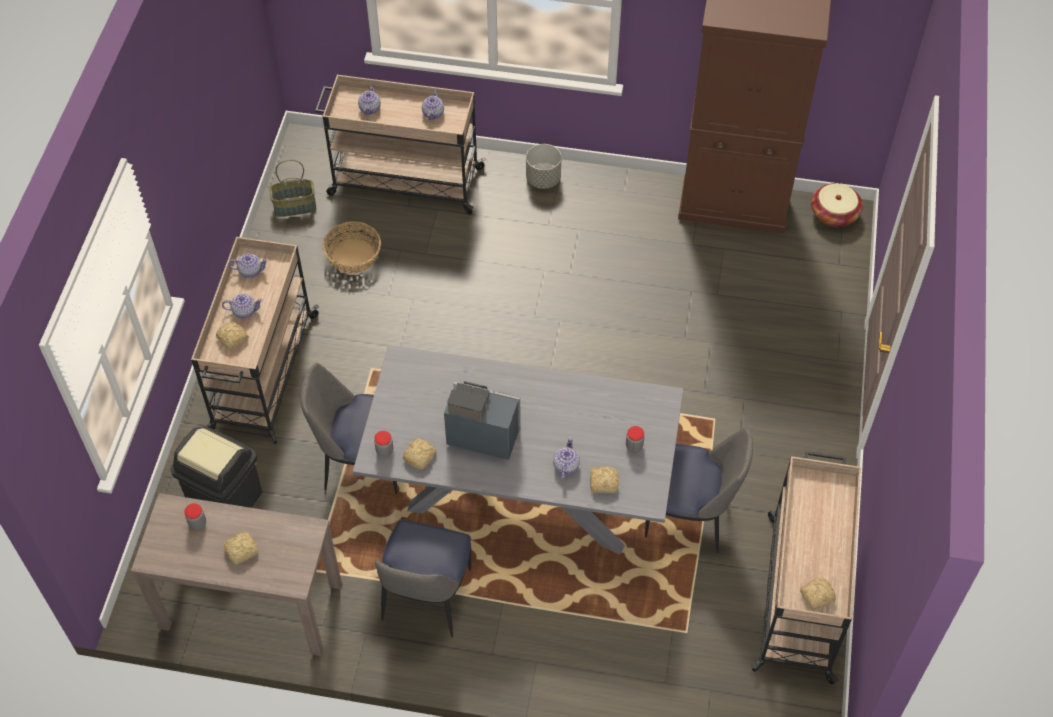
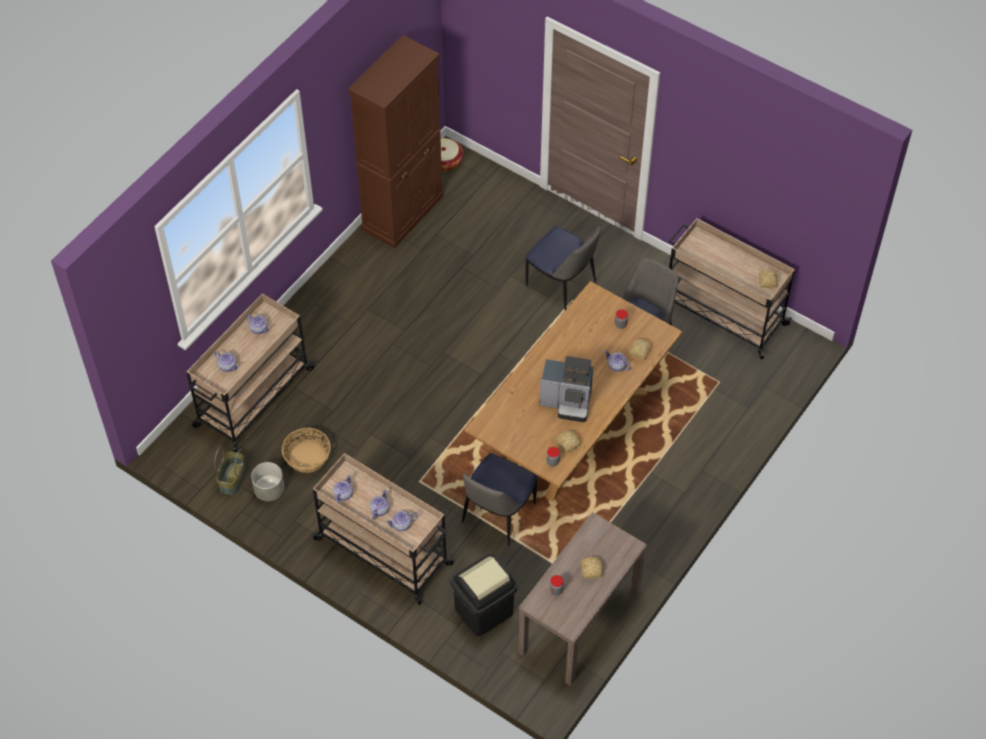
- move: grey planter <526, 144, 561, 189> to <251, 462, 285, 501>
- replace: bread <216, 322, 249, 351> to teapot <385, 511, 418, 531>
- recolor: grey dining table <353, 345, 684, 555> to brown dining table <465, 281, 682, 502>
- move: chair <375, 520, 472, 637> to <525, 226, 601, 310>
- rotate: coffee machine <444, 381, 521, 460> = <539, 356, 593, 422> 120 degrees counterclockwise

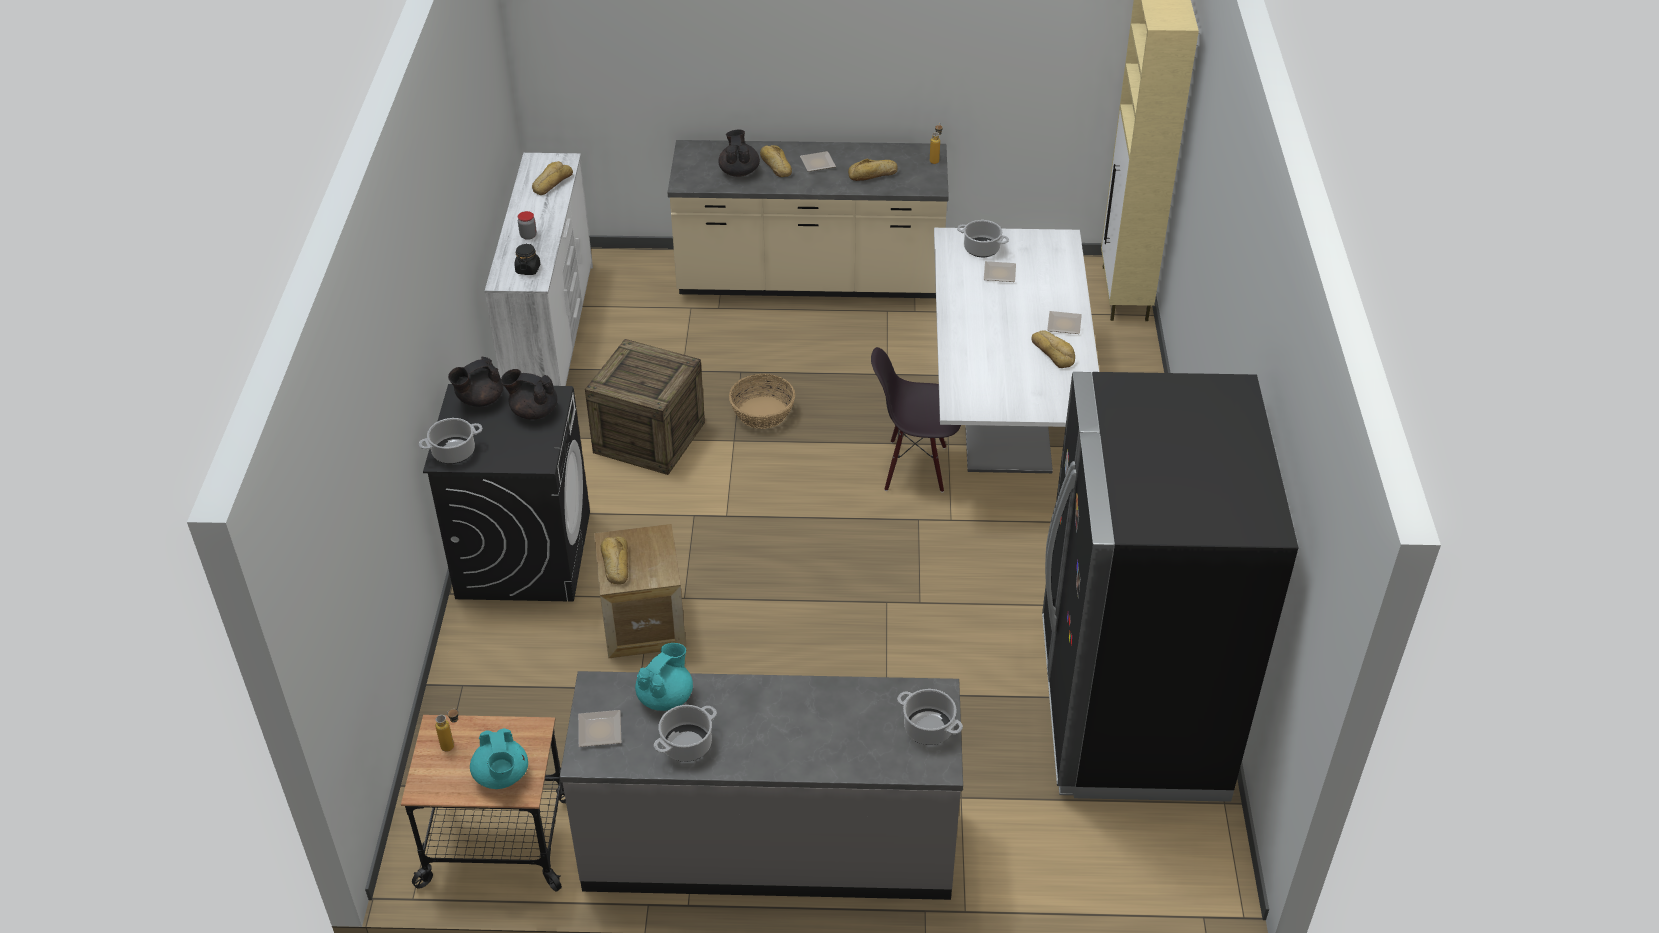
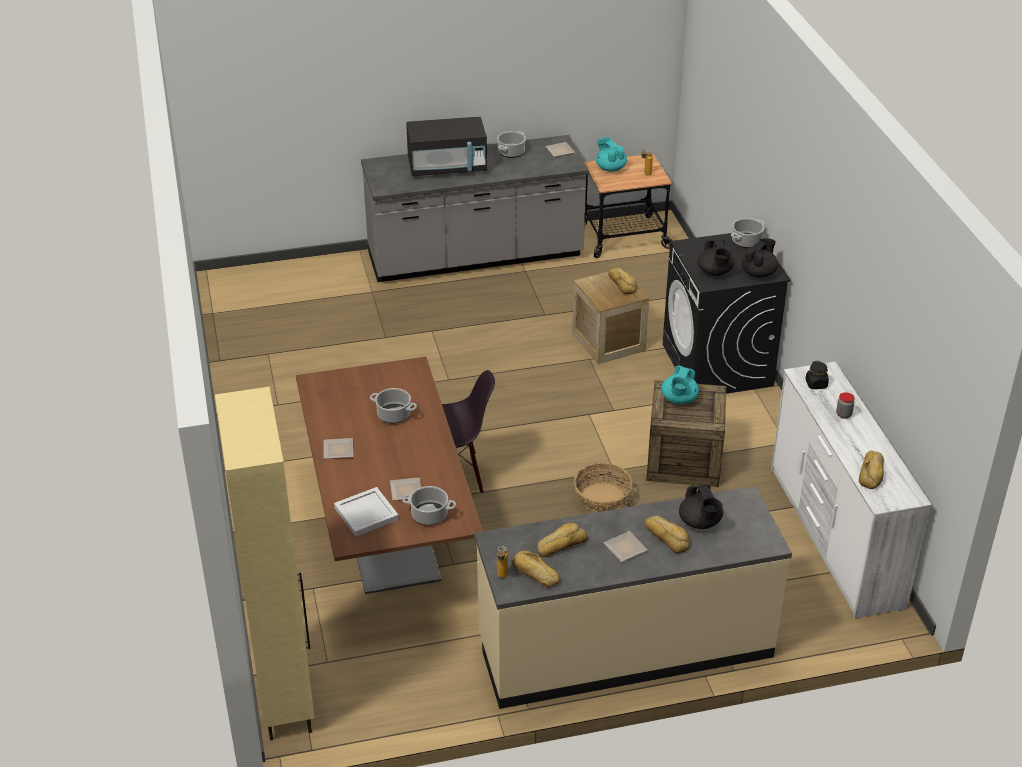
- recolor: white dining table <934, 228, 1099, 473> to brown dining table <296, 357, 483, 594>
- insert: white tray <334, 487, 399, 537>
- move: cooking pot <897, 689, 963, 745> to <370, 388, 417, 423>
- insert: black microwave <406, 117, 487, 176>
- move: bread <1031, 330, 1075, 368> to <511, 550, 560, 587>
- move: turquoise teapot <635, 643, 693, 711> to <661, 366, 699, 404>
- rotate: black teapot <501, 369, 557, 420> = <698, 240, 734, 276> 75 degrees clockwise
- delete: black fridge <1042, 372, 1298, 802>

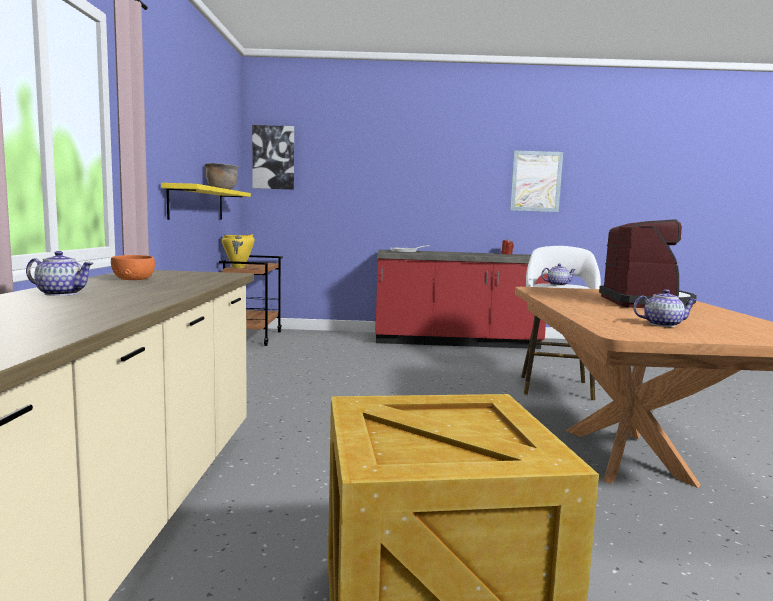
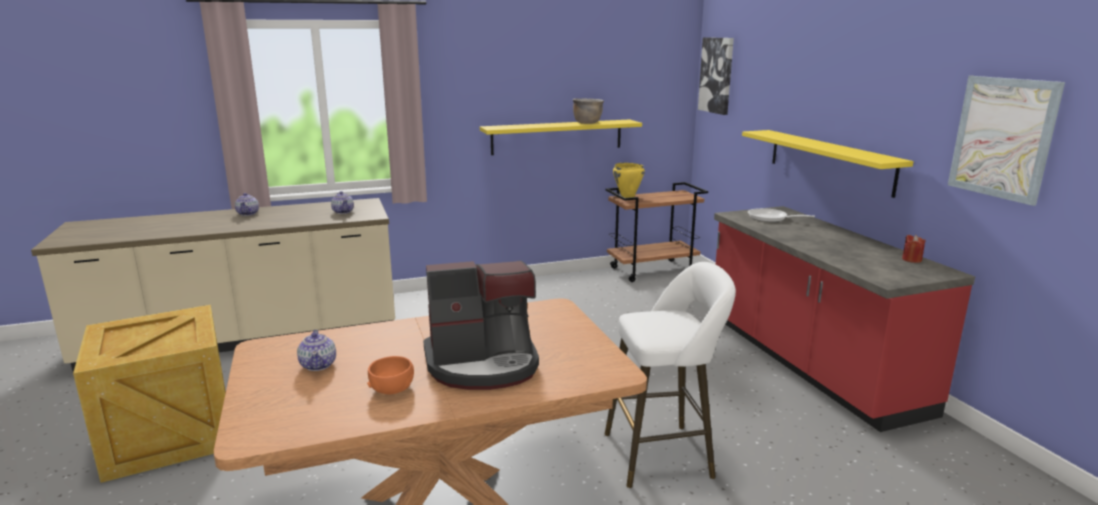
- move: teapot <541, 264, 576, 286> to <331, 191, 354, 214>
- move: orange bowl <111, 255, 155, 280> to <367, 356, 414, 394>
- insert: yellow shelf <742, 130, 914, 198>

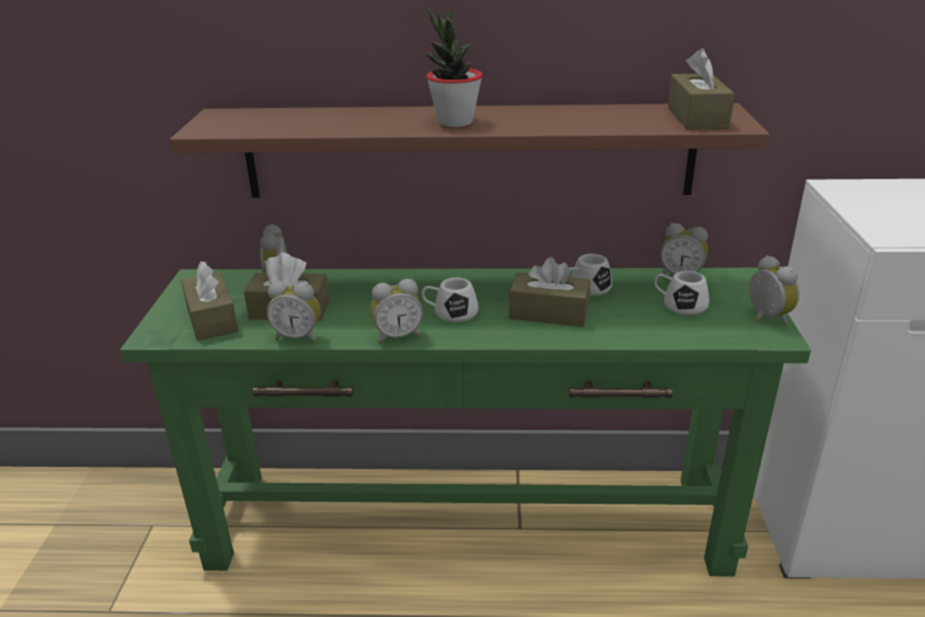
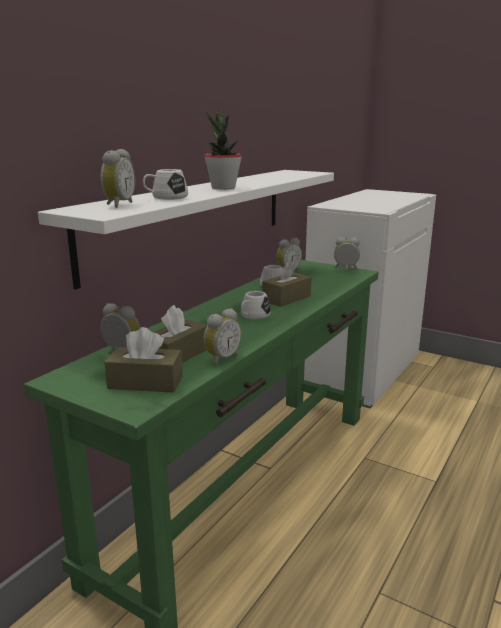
- recolor: brown shelf <170, 103, 769, 198> to white shelf <38, 170, 334, 290>
- move: alarm clock <370, 279, 423, 344> to <100, 149, 135, 208>
- move: white mug <654, 270, 709, 315> to <143, 169, 188, 200>
- delete: brown tissue box <668, 48, 735, 130>

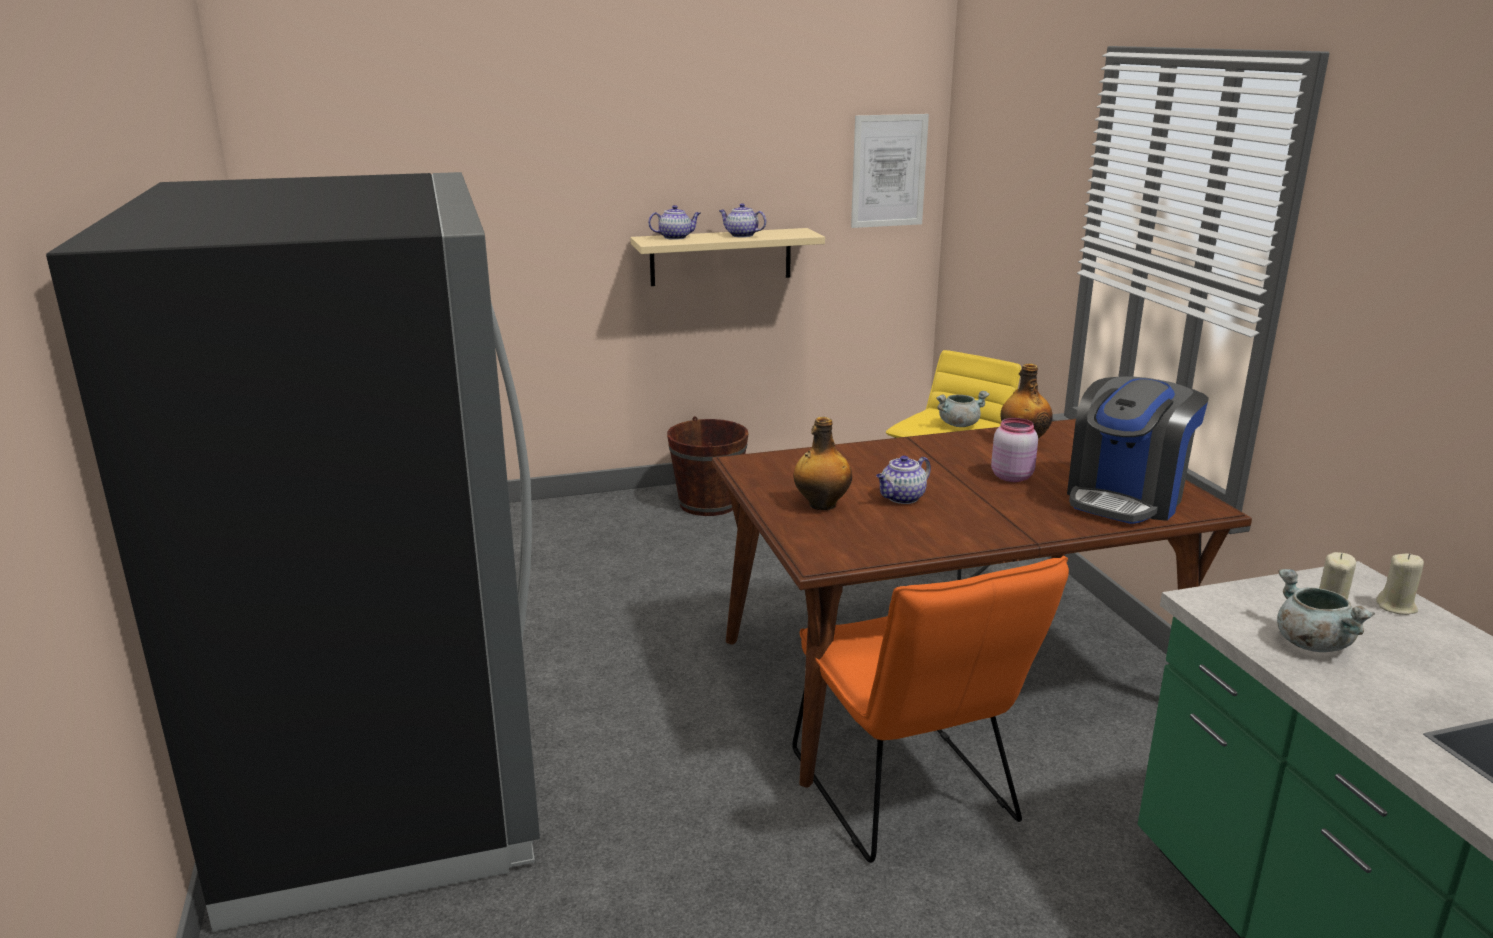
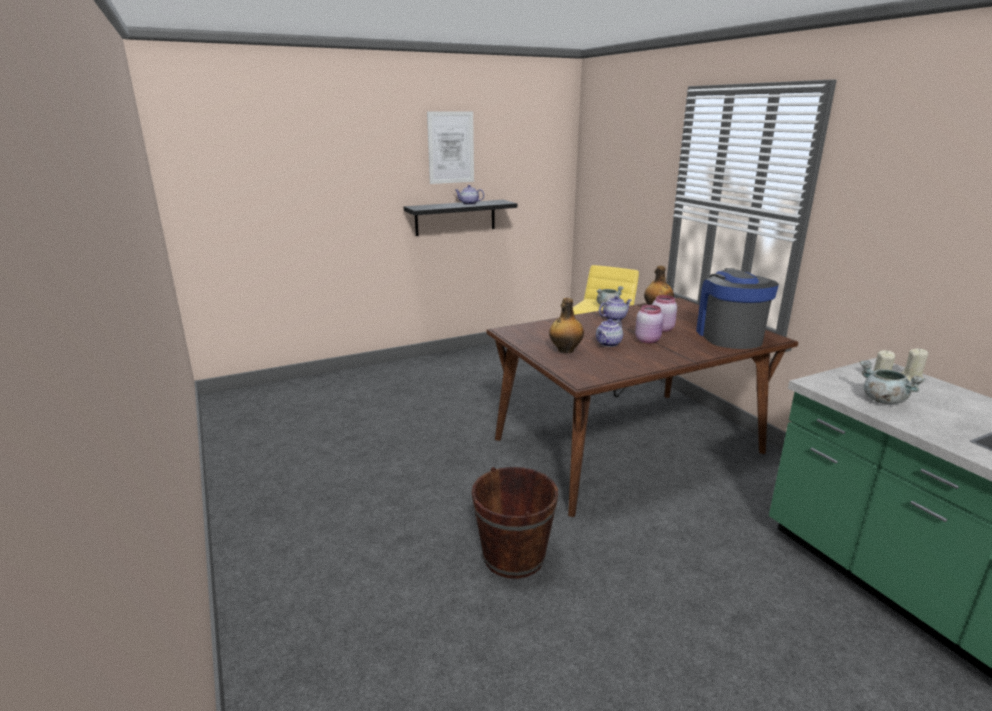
- recolor: beige shelf <630, 228, 825, 286> to black shelf <404, 200, 517, 236>
- move: picture <851, 114, 929, 228> to <427, 111, 474, 184>
- move: brown bucket <667, 416, 749, 516> to <471, 467, 558, 579>
- move: teapot <648, 205, 701, 240> to <599, 296, 632, 321>
- insert: pink jar <635, 305, 664, 343>
- rotate: coffee machine <1067, 376, 1209, 524> = <696, 268, 779, 349> 150 degrees clockwise
- delete: black fridge <46, 172, 540, 932>
- delete: orange chair <792, 556, 1069, 863>

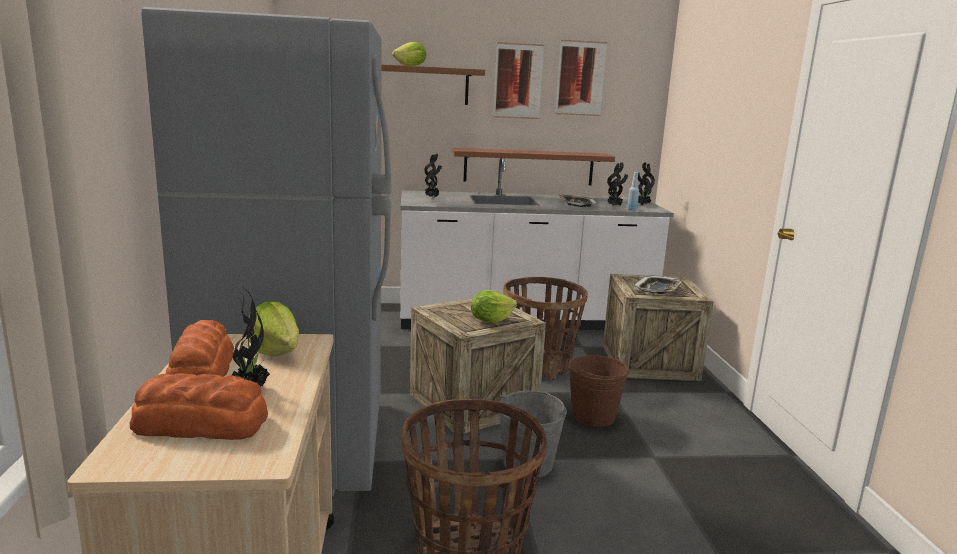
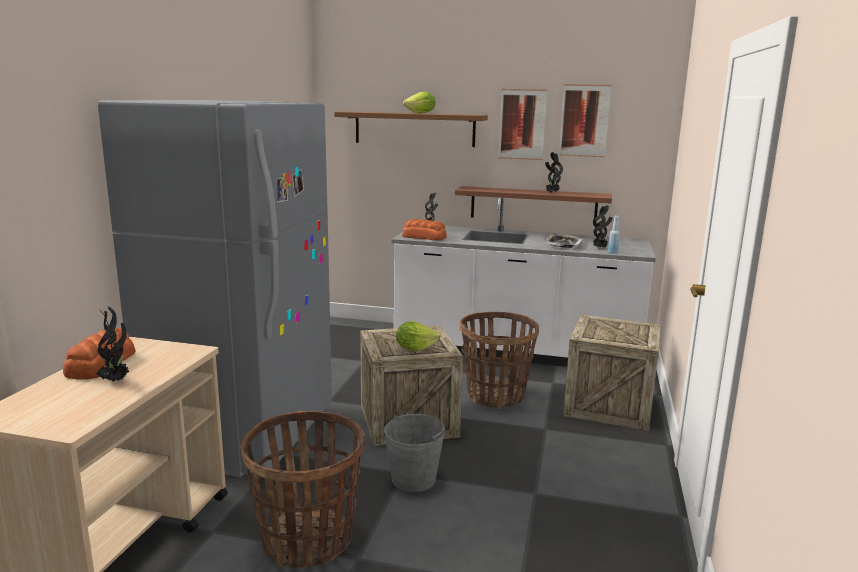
- move: bread <130, 373, 268, 440> to <402, 219, 447, 241>
- move: potted plant <638, 162, 655, 205> to <545, 152, 563, 193>
- delete: lettuce <249, 302, 299, 356>
- delete: brown bucket <569, 355, 629, 427>
- delete: tray <633, 275, 683, 294>

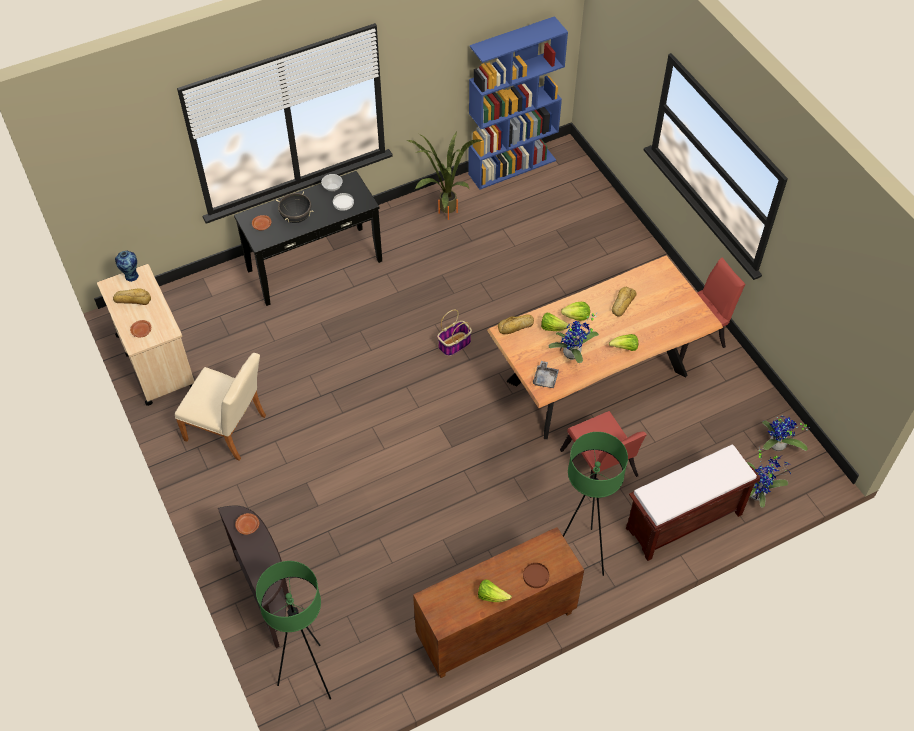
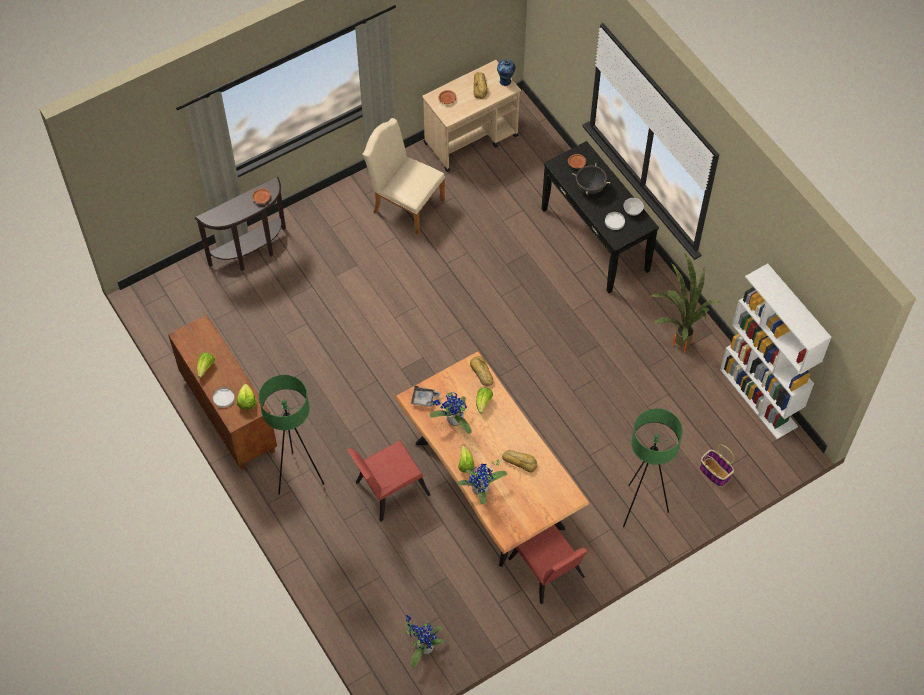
- recolor: brown plate <523, 563, 549, 588> to white plate <213, 387, 235, 408>
- move: lettuce <561, 302, 590, 321> to <237, 384, 256, 410>
- rotate: beige chair <175, 353, 266, 461> = <362, 118, 445, 235> 105 degrees clockwise
- move: potted plant <747, 450, 791, 508> to <457, 459, 507, 504>
- move: green floor lamp <256, 561, 331, 700> to <623, 408, 683, 527>
- move: basket <437, 310, 472, 356> to <700, 444, 735, 487>
- recolor: blue bookcase <468, 16, 568, 190> to white bookcase <720, 264, 832, 439>
- delete: brown bench <626, 444, 760, 561>

